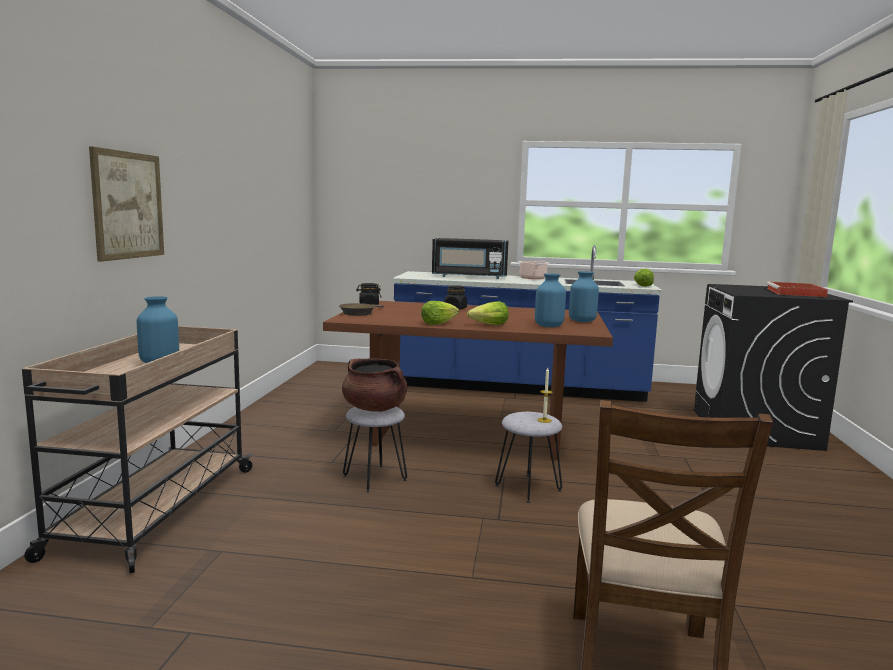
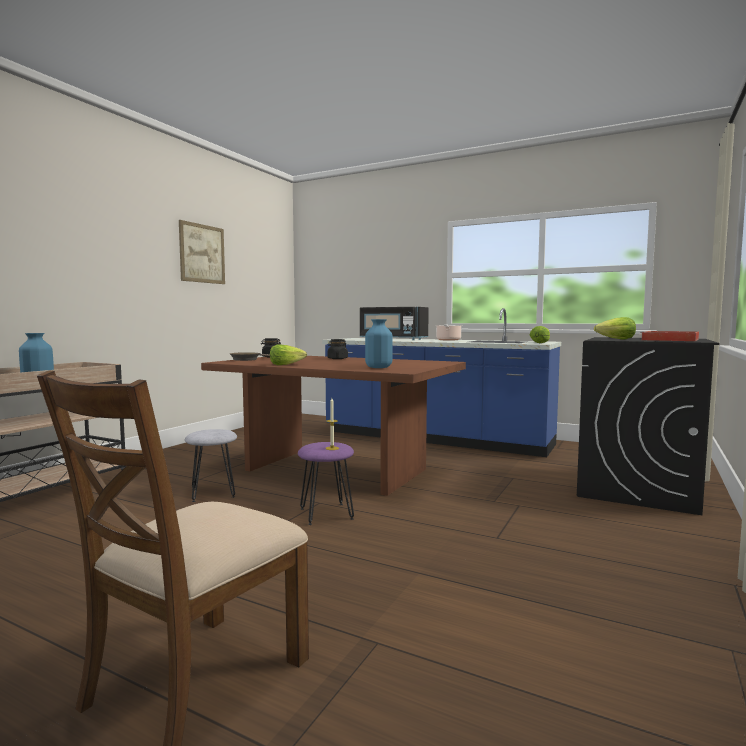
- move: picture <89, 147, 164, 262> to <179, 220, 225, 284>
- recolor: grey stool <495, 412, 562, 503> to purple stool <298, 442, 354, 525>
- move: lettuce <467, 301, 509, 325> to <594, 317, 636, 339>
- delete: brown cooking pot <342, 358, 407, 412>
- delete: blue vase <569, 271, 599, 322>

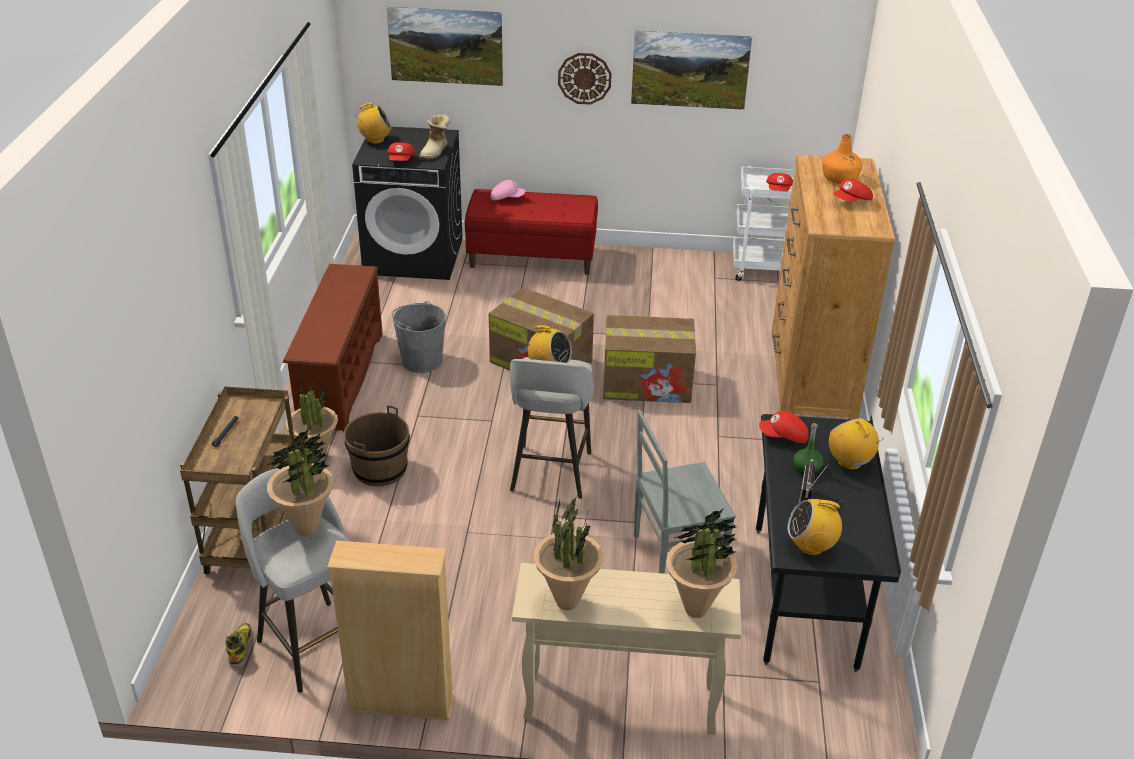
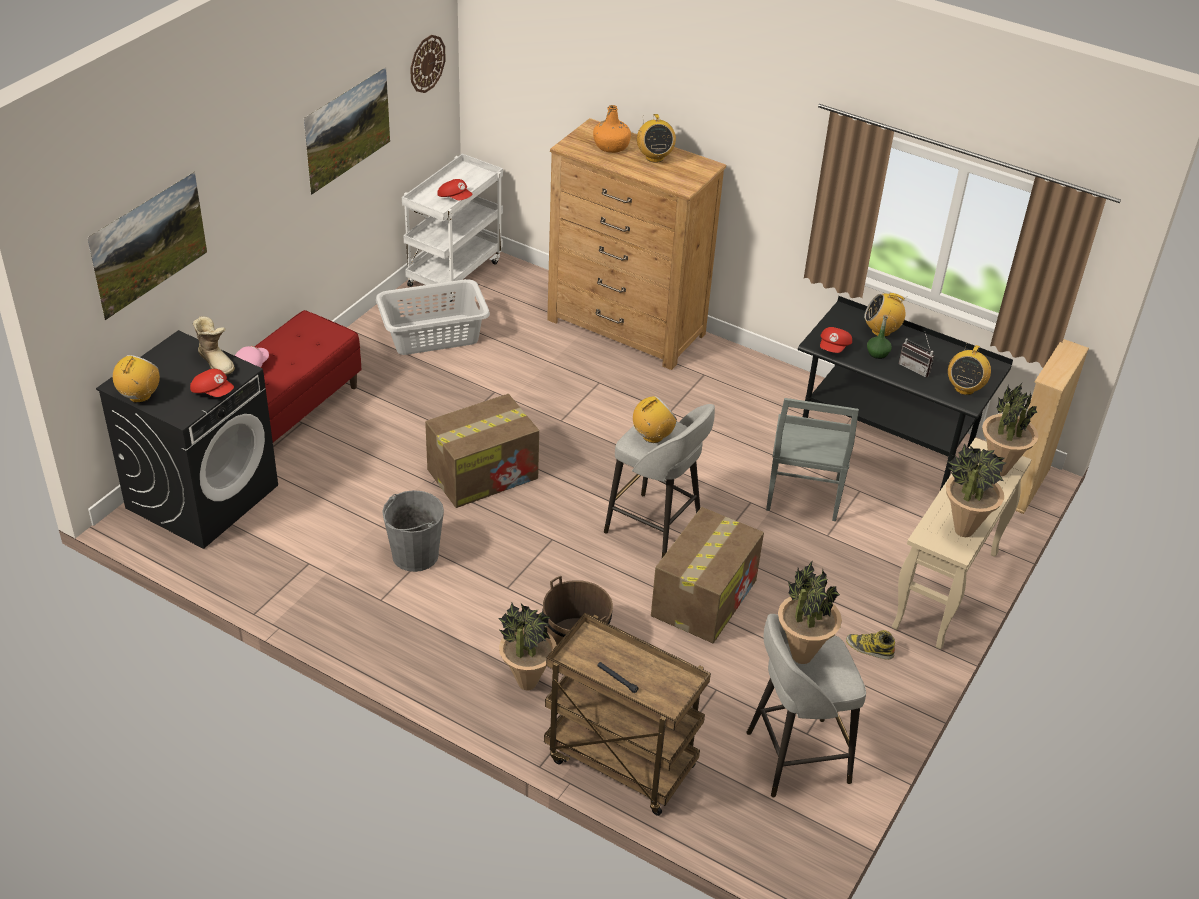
- insert: grey laundry basket <376, 279, 490, 355>
- move: wall clock <558, 53, 612, 105> to <410, 35, 446, 93>
- replace: red cap <833, 178, 873, 202> to radio <637, 114, 676, 163>
- move: cardboard box <603, 315, 696, 403> to <651, 507, 764, 643>
- move: boot <225, 623, 253, 668> to <846, 630, 895, 660>
- move: beige bookcase <327, 541, 455, 720> to <1015, 339, 1089, 514>
- delete: brown shoe rack <283, 264, 383, 433>

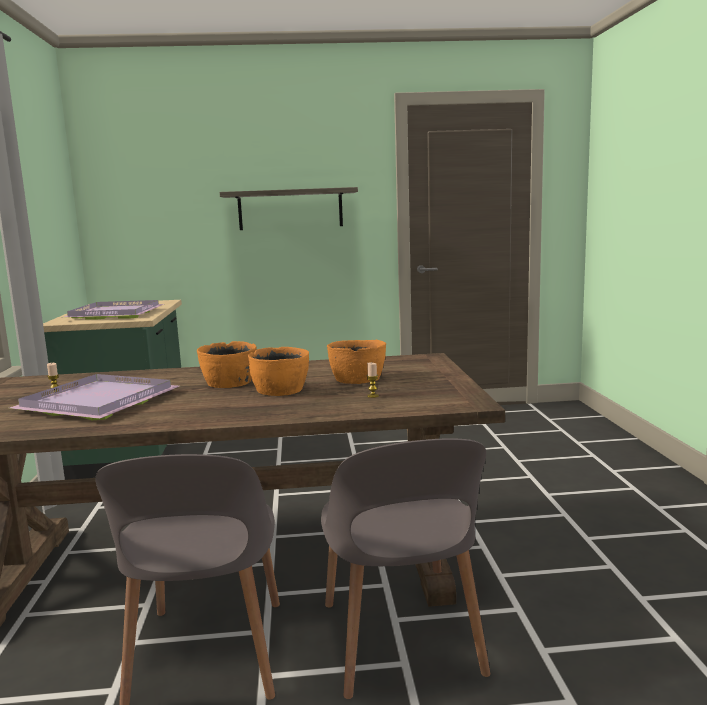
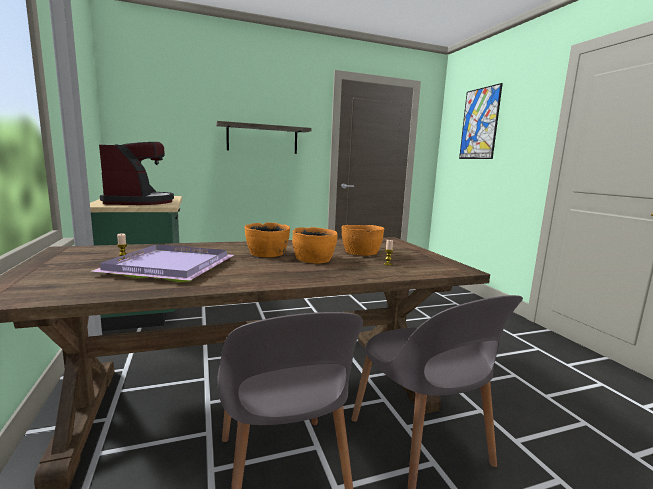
- replace: purple tray <61, 300, 164, 320> to coffee machine <99, 142, 174, 205>
- insert: picture <459, 83, 503, 159>

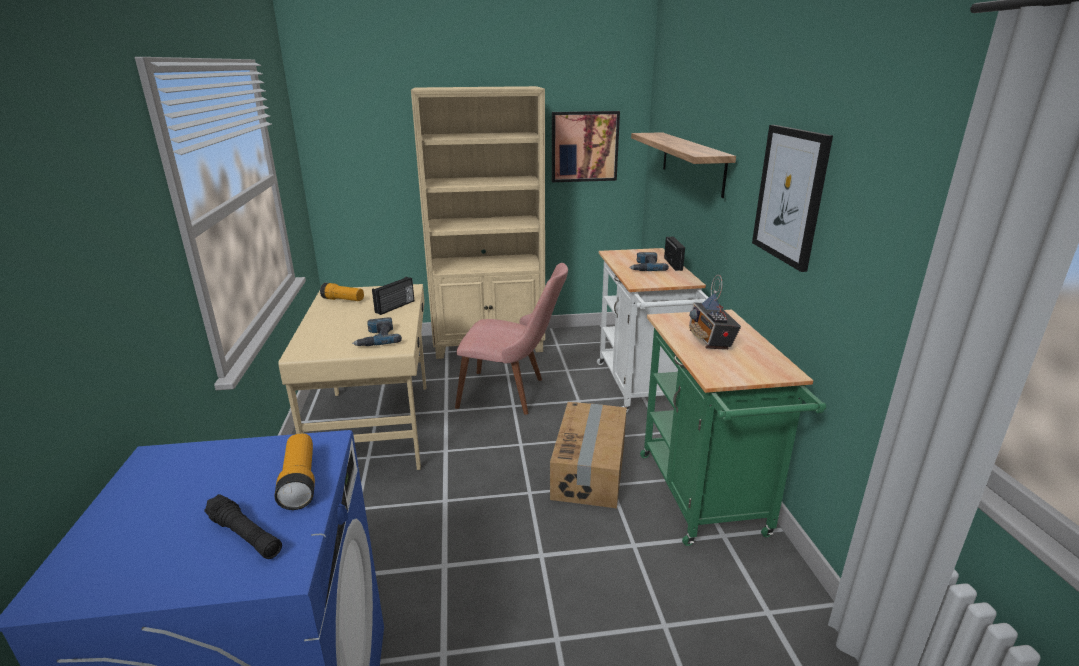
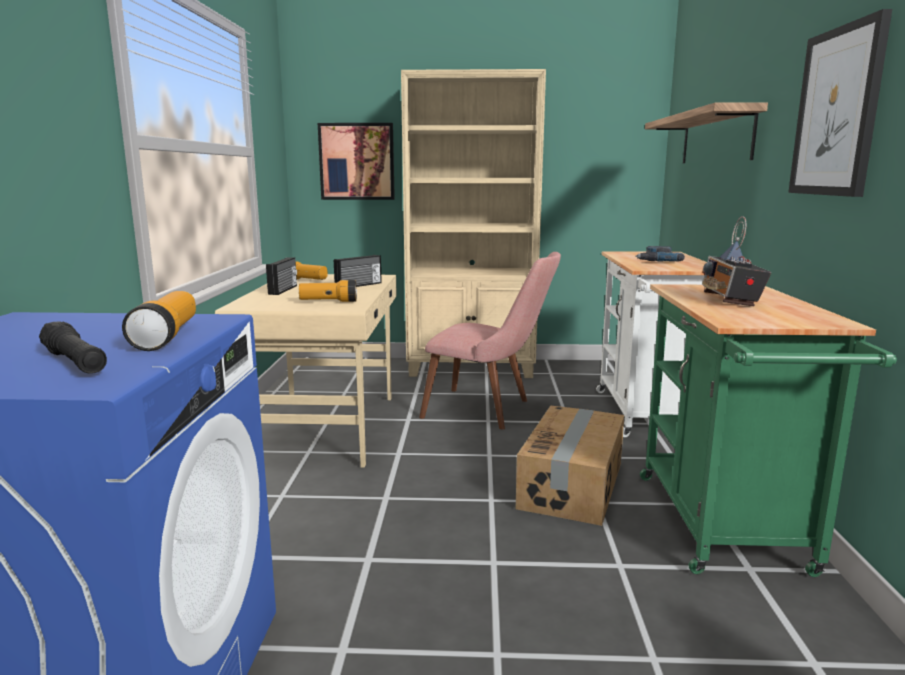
- move: radio <664, 236, 685, 271> to <266, 257, 297, 295>
- replace: power drill <352, 317, 402, 346> to flashlight <299, 280, 357, 302>
- move: picture <552, 111, 620, 182> to <318, 123, 395, 200>

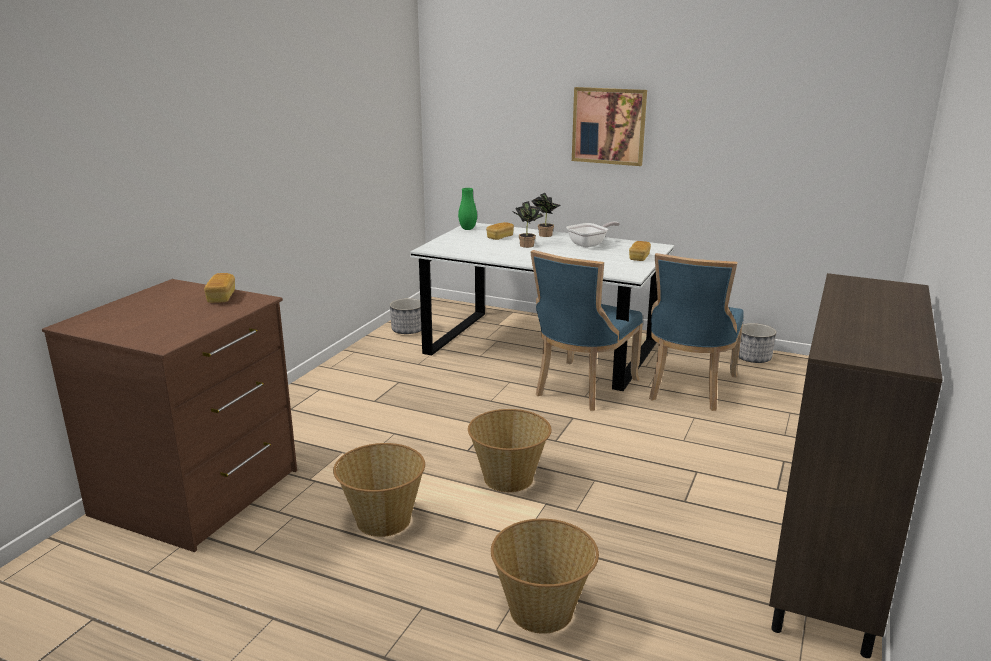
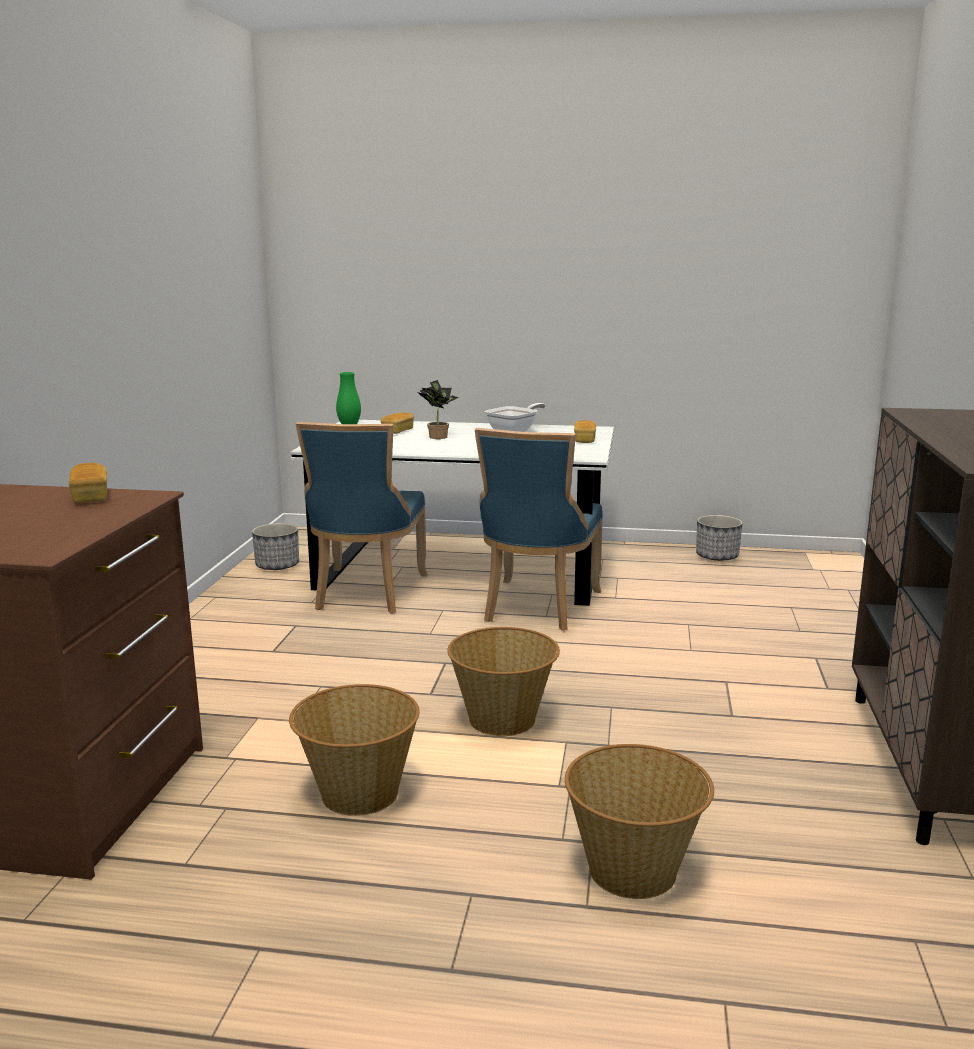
- move: blue chair <649, 253, 744, 411> to <296, 422, 428, 613>
- delete: potted plant <532, 193, 560, 237>
- delete: picture <572, 87, 647, 166>

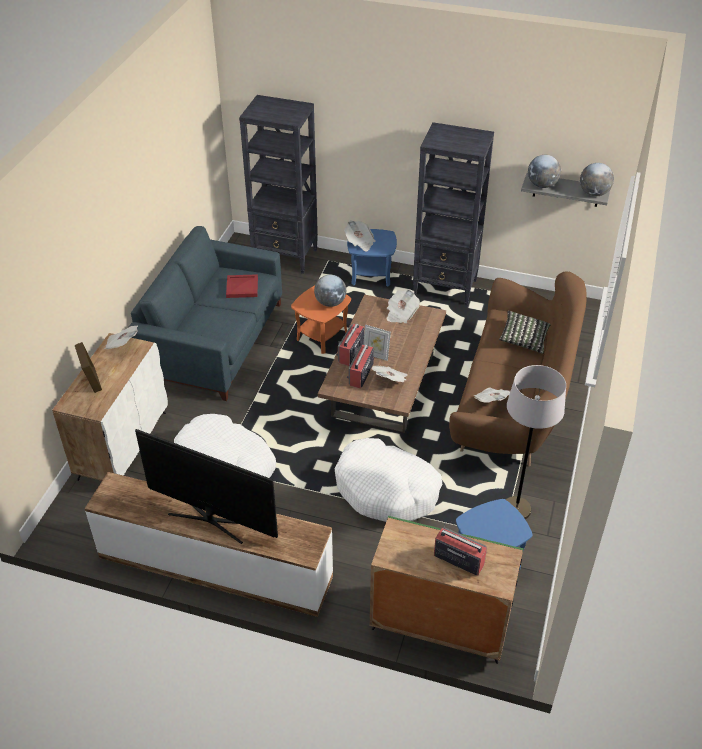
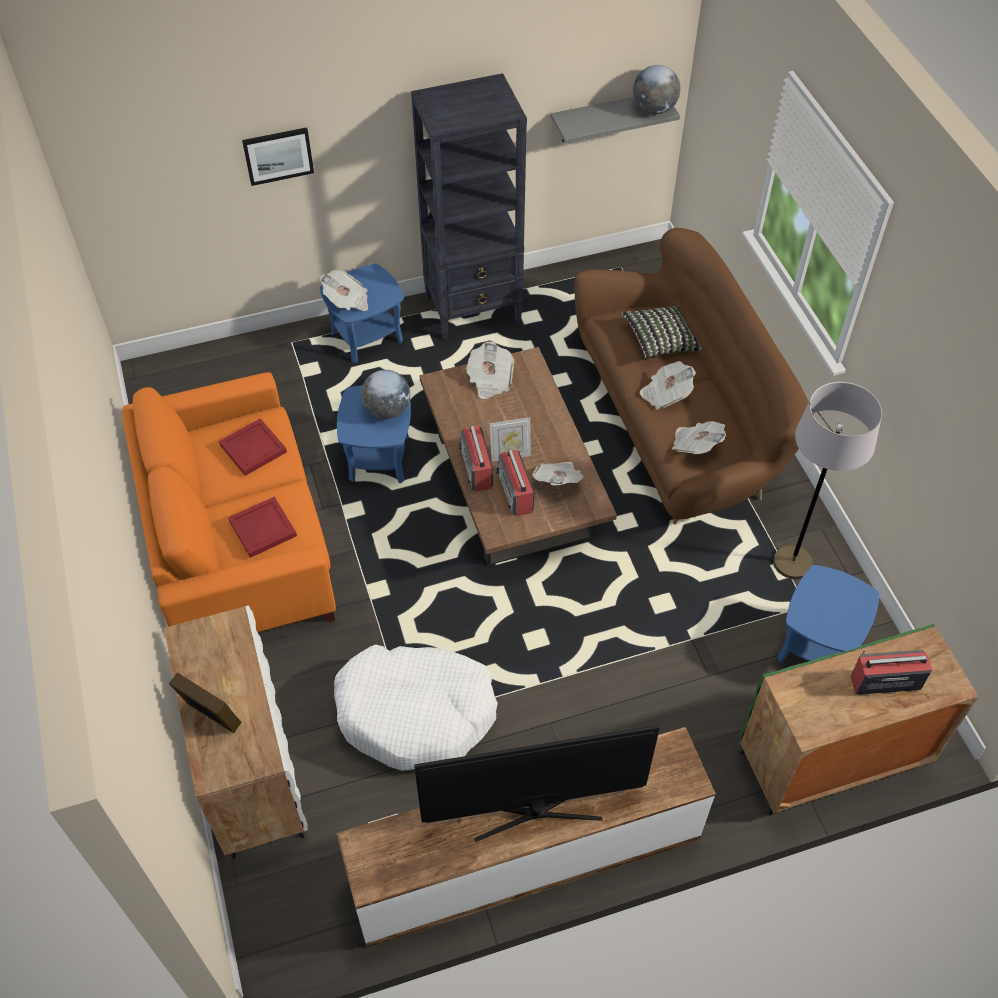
- recolor: blue sofa <129, 226, 282, 401> to orange sofa <121, 372, 336, 633>
- insert: red tray <228, 497, 297, 558>
- insert: picture <242, 127, 314, 186>
- recolor: orange side table <291, 285, 351, 354> to blue side table <337, 385, 411, 483>
- move: newspaper <104, 325, 138, 349> to <640, 361, 696, 410>
- delete: black bookcase <239, 95, 318, 274>
- delete: white dog bed <335, 438, 443, 522>
- delete: globe <528, 155, 561, 188>

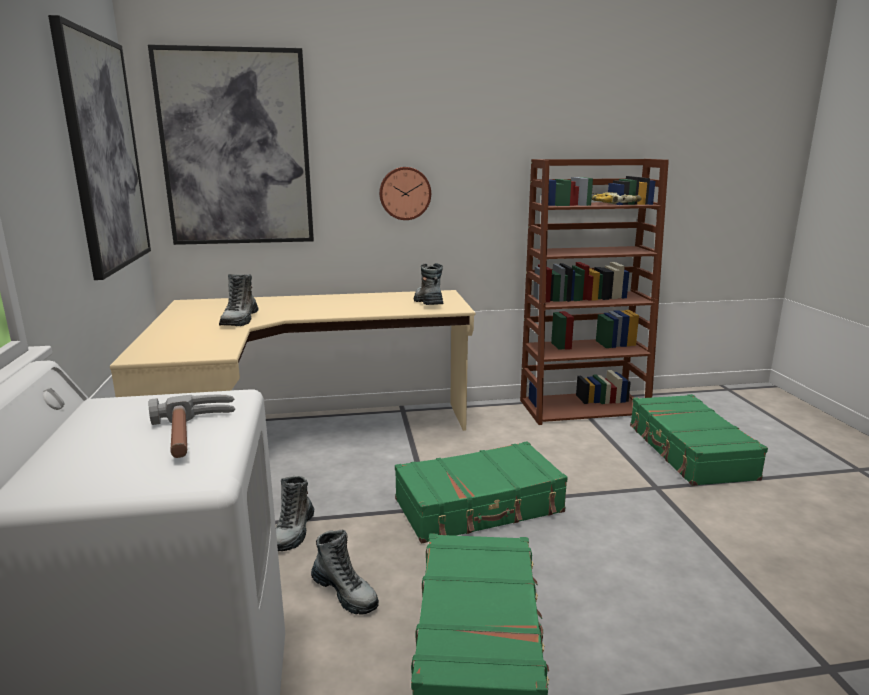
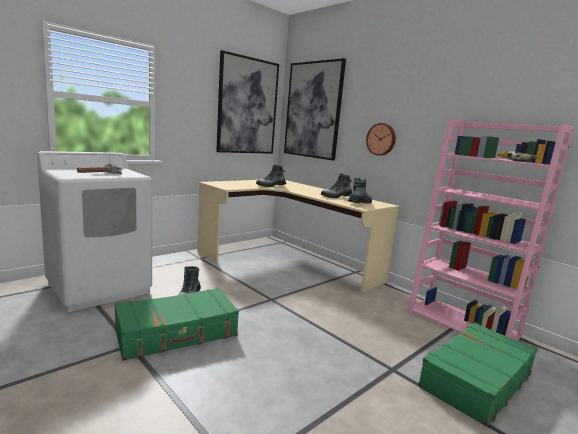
- move: boot <276, 476, 314, 551> to <321, 173, 352, 198>
- recolor: brown bookcase <520, 159, 669, 425> to pink bookcase <408, 119, 574, 341>
- delete: green suitcase <395, 441, 568, 544>

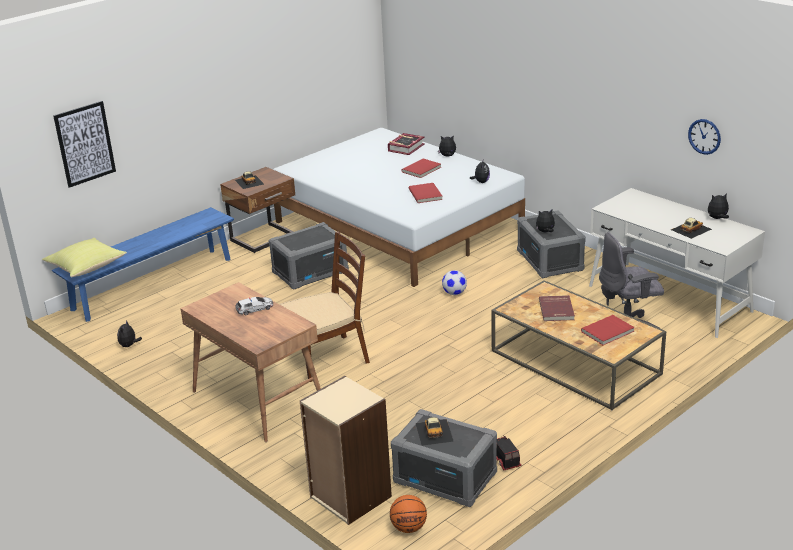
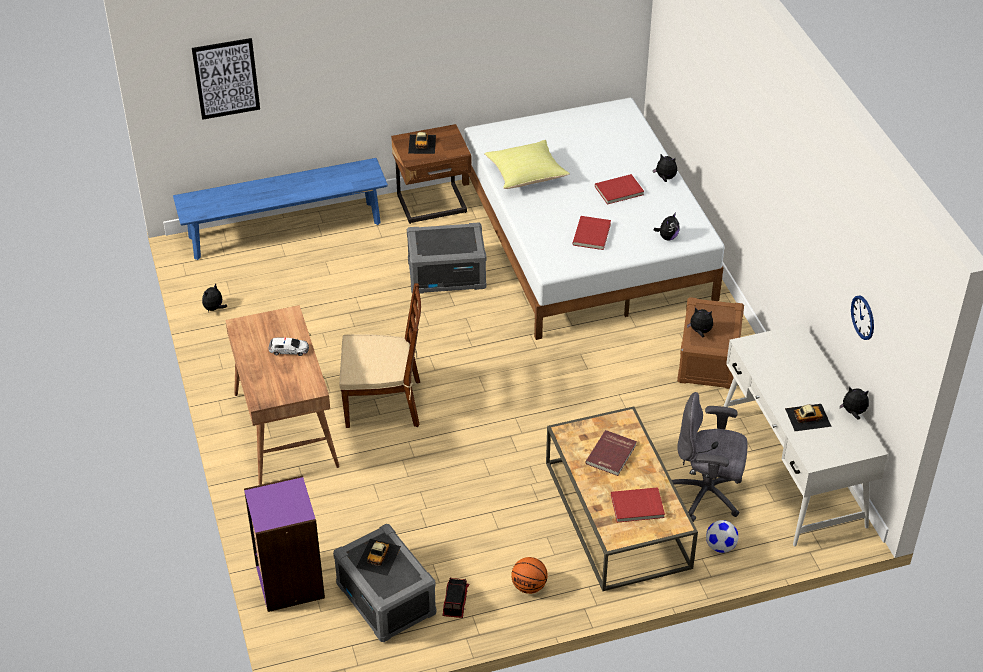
- recolor: beige bookcase <300, 376, 392, 525> to purple bookcase <244, 475, 325, 612>
- move: yellow pillow <42, 238, 127, 277> to <484, 140, 570, 189>
- move: basketball <390, 495, 427, 533> to <511, 557, 548, 594>
- recolor: grey storage box <517, 211, 586, 278> to brown storage box <677, 297, 744, 389>
- move: football <442, 270, 467, 295> to <706, 520, 738, 553>
- delete: book <388, 133, 425, 155>

